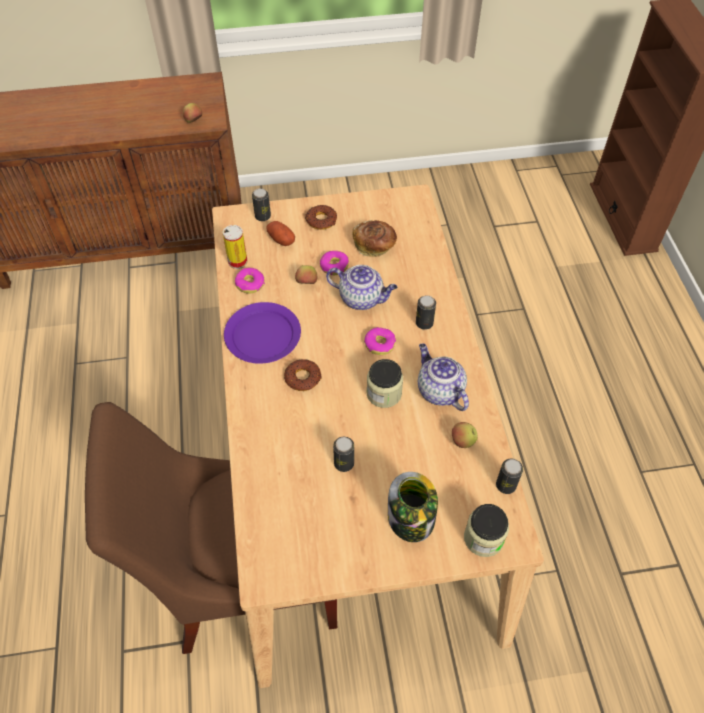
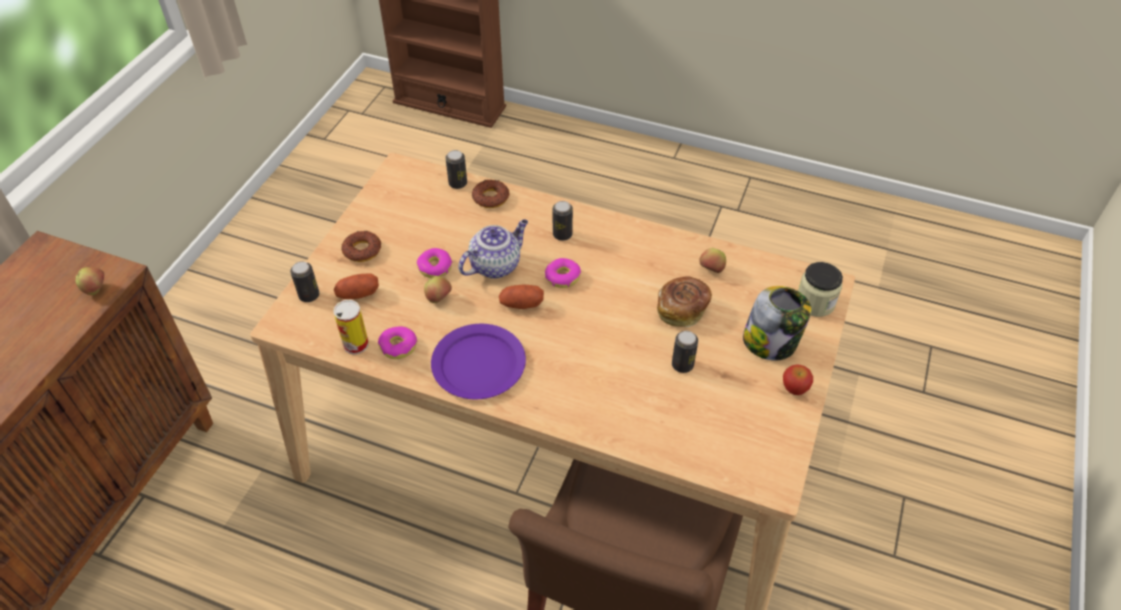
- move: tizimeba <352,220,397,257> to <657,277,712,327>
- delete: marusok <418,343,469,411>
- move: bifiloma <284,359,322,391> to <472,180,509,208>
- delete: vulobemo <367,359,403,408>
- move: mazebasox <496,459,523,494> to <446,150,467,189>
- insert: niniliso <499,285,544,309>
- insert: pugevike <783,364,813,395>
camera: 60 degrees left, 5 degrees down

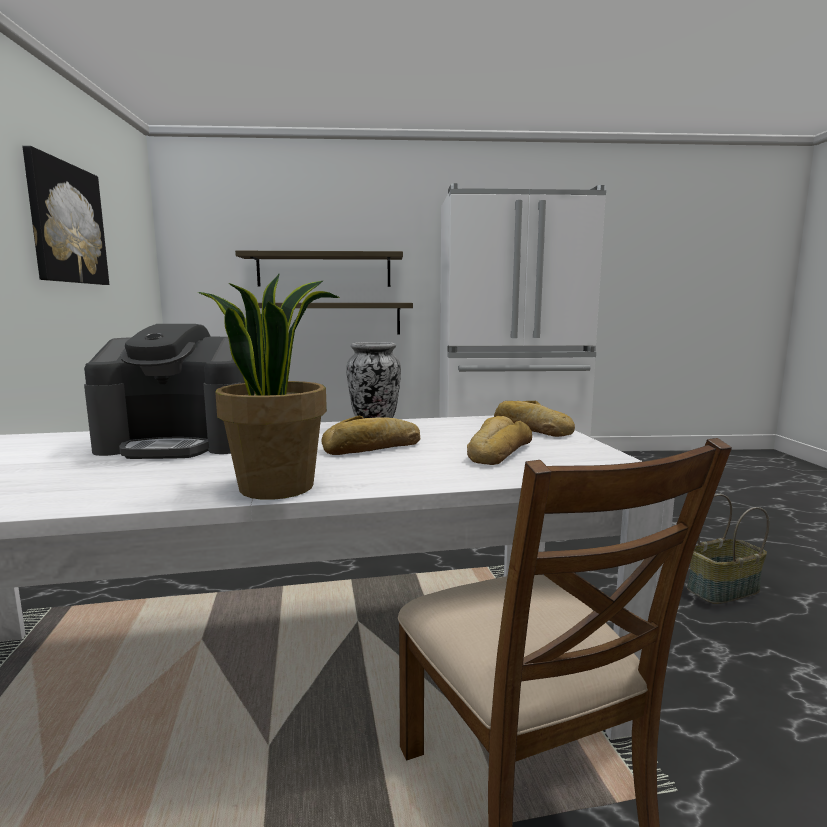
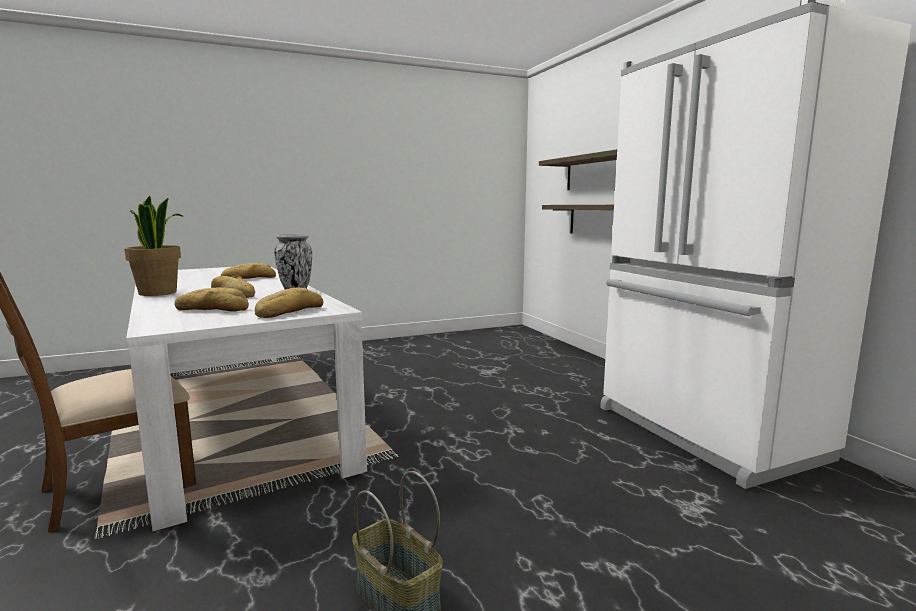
- delete: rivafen <22,146,109,285>
- replace: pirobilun <84,324,245,459> to tizimeba <221,263,276,279>
camera: 70 degrees right, 0 degrees up

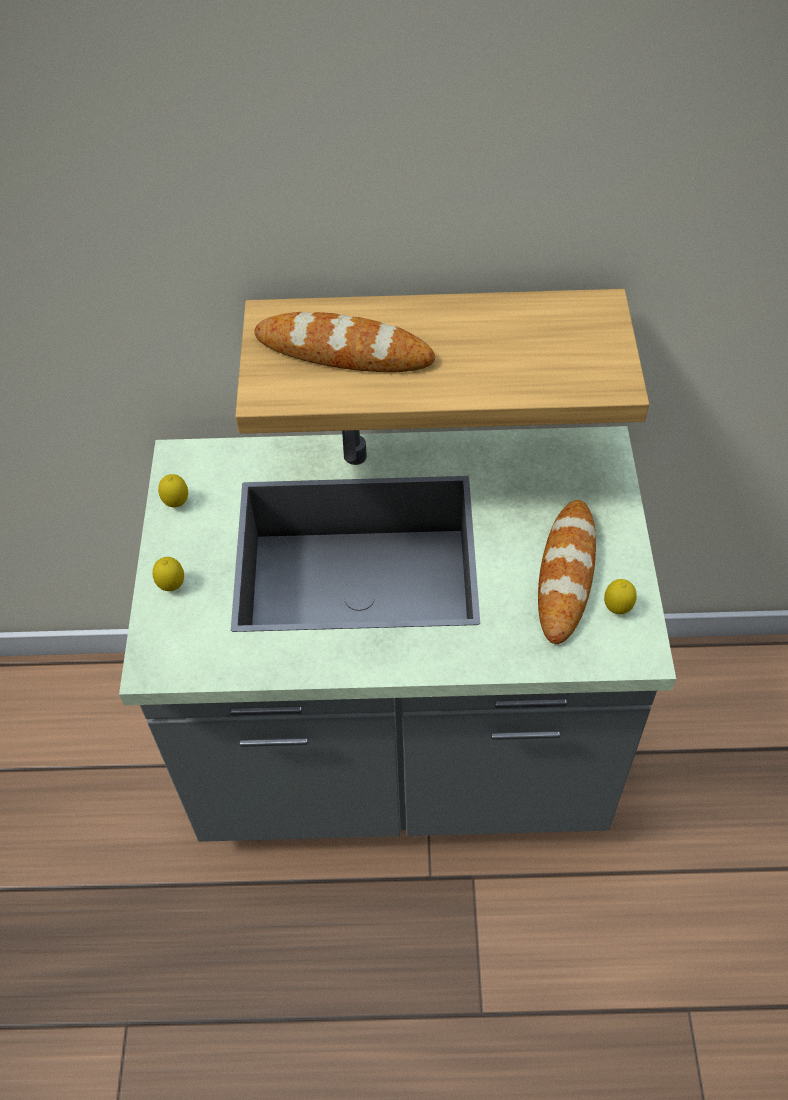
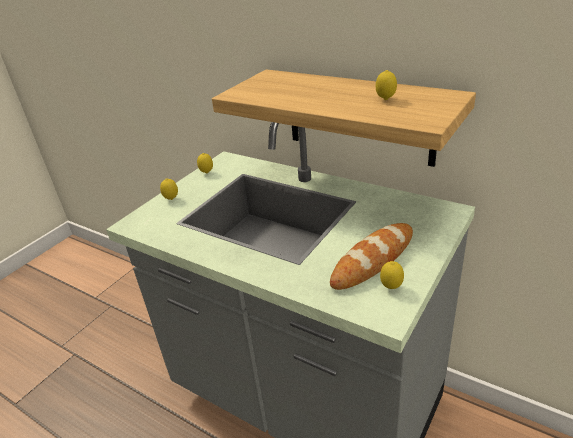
- delete: tizimeba <254,312,435,372>
- insert: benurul <376,70,397,100>
camera: 35 degrees right, 20 degrees down

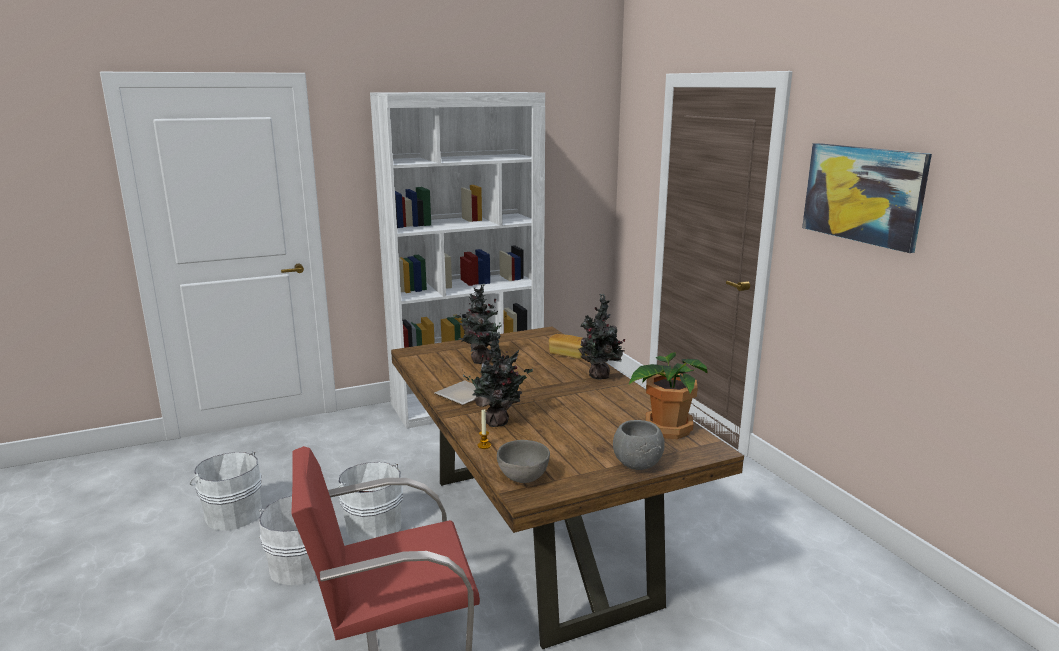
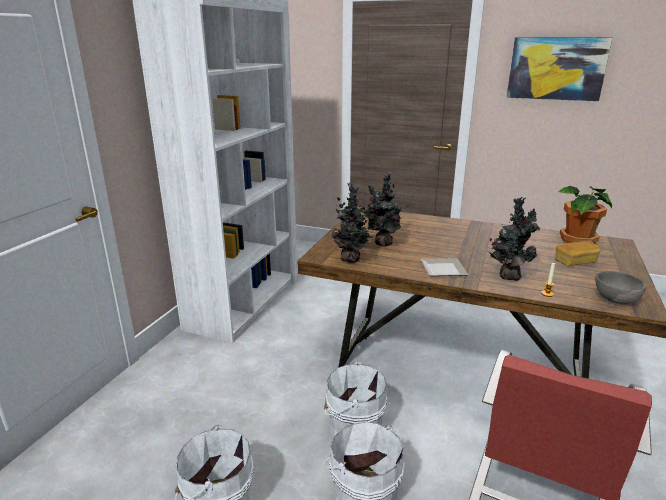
- move: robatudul <579,294,625,380> to <332,183,373,263>
- move: tizimeba <549,334,587,359> to <555,241,601,266>
- delete: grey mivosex <613,420,665,470>
camera: 45 degrees left, 5 degrees up

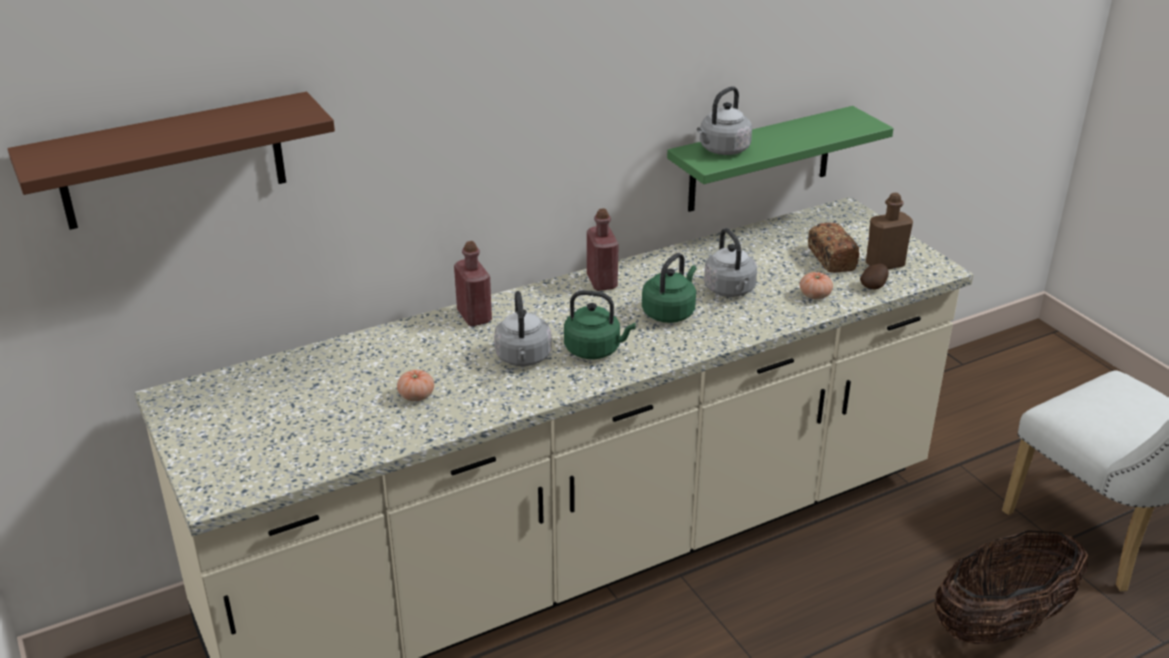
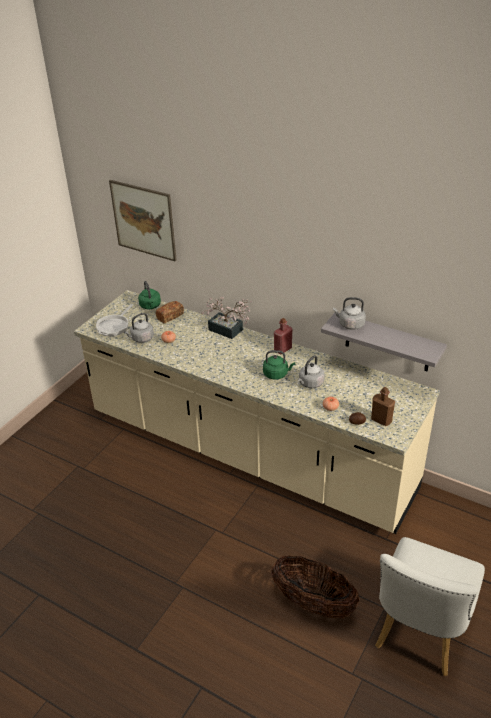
- replace: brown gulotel <8,92,335,230> to rivafen <109,180,177,262>
- recolor: green gulotel <667,106,894,212> to grey gulotel <321,313,447,371>
- move: tizimeba <808,223,860,273> to <155,301,184,323>
- replace: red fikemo <454,241,492,326> to robatudul <201,297,252,339>
- move: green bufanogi <564,290,636,359> to <138,281,161,309>
- move: grey bufanogi <494,291,552,366> to <124,313,154,343>
- insert: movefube <96,304,133,336>
camera: 60 degrees right, 5 degrees up

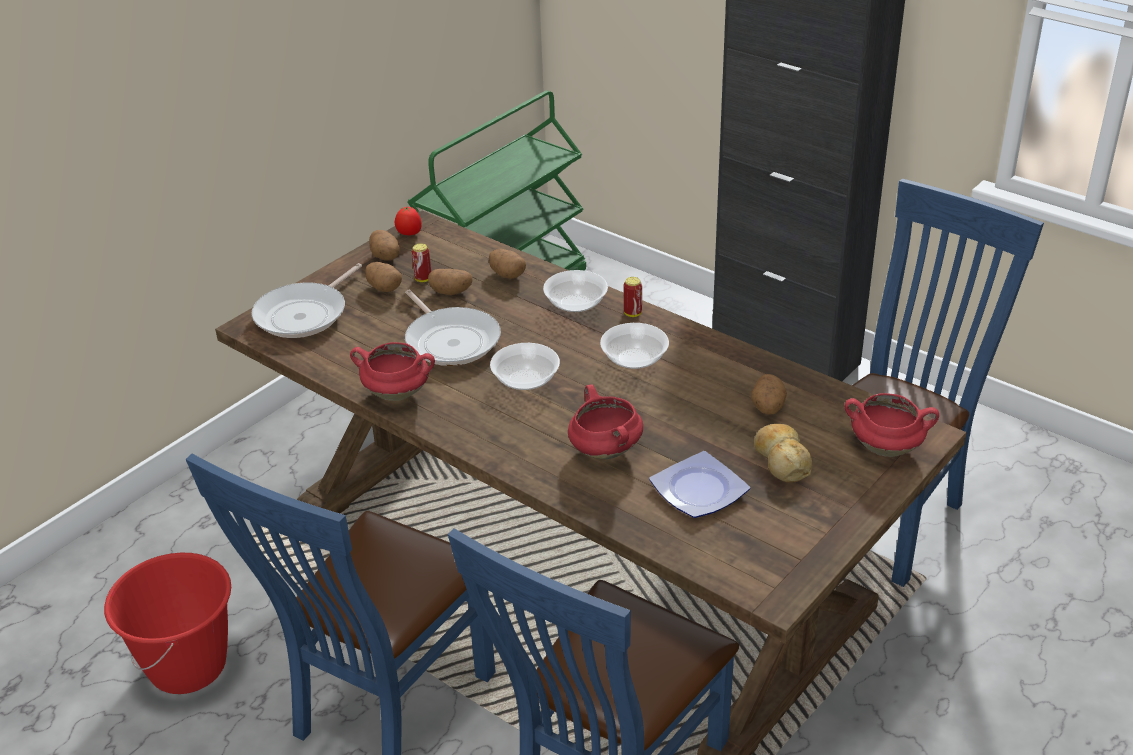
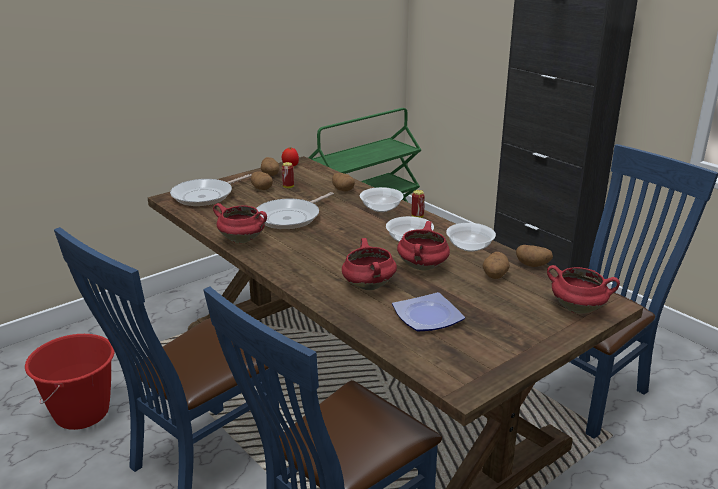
- move: niniliso <428,269,472,295> to <516,245,553,267>
- rotate: movefube <405,290,501,366> = <256,192,334,229> 60 degrees clockwise
- move: mivosex <490,343,560,390> to <446,223,496,252>
- delete: tizimeba <754,424,812,483>
- insert: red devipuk <397,221,450,271>
camera: 10 degrees right, 10 degrees down

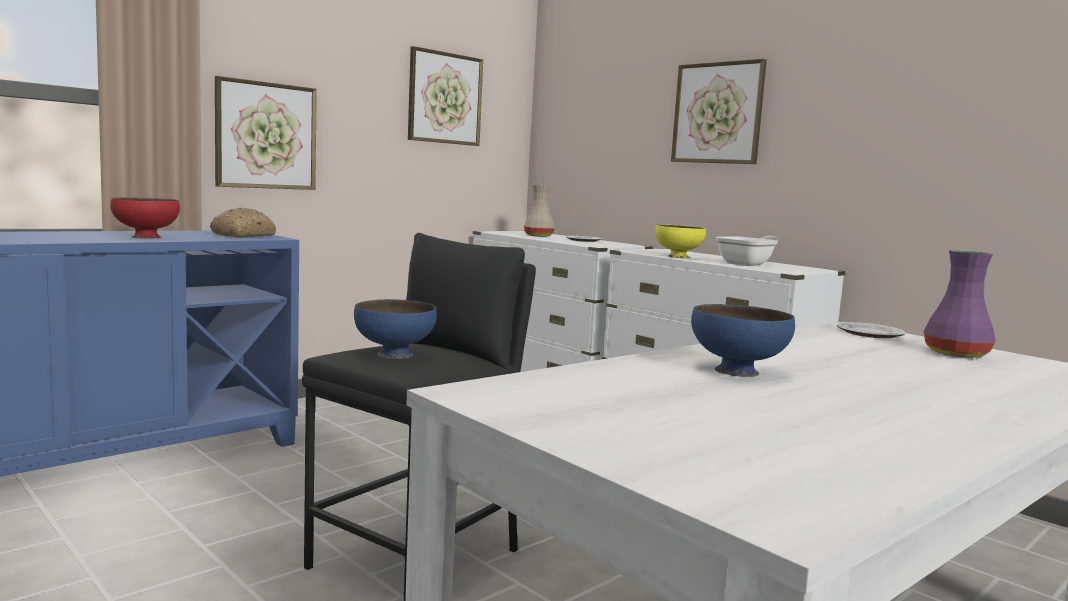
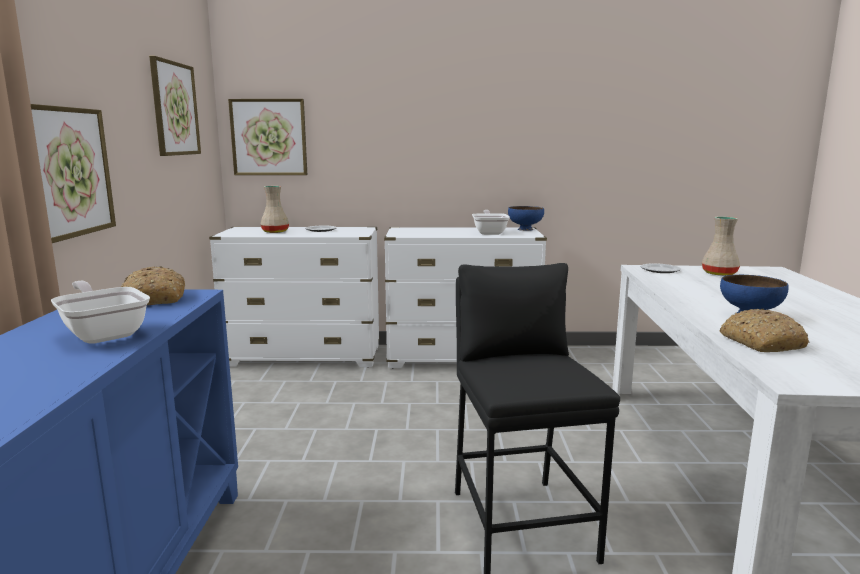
- move: rivafen <671,59,767,164> to <228,99,307,175>
- replace: red mivosex <111,197,180,239> to movefube <51,280,150,344>
- delete: yellow mivosex <655,224,706,258>
- recolor: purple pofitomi <924,250,995,358> to beige pofitomi <702,216,740,276>
- move: blue mivosex <354,299,437,359> to <508,206,544,231>
- insert: tizimeba <720,309,809,352>
camera: 45 degrees left, 5 degrees up

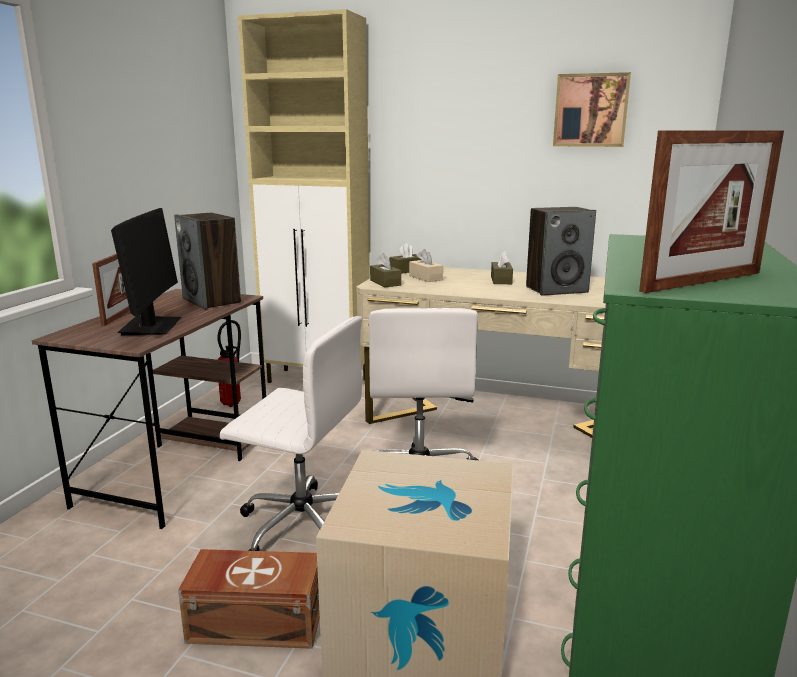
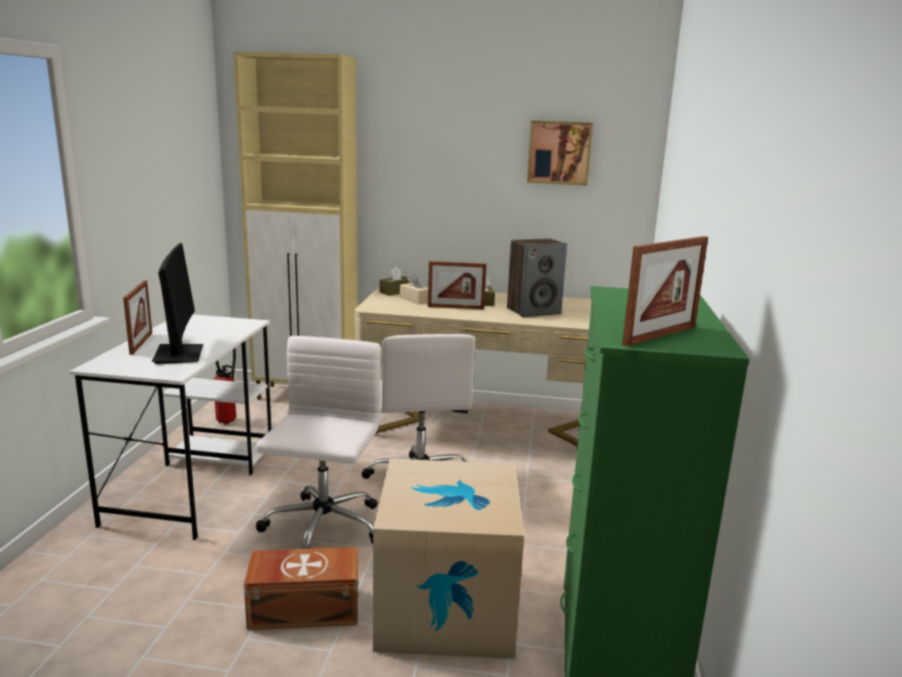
- delete: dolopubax <174,213,241,309>
- delete: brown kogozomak <370,253,401,287>
- recolor: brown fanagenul <32,289,266,529> to white fanagenul <69,314,271,540>
- rotate: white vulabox <220,316,362,551> = <256,336,381,549> 90 degrees counterclockwise
- insert: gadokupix <428,261,486,310>
camera: 10 degrees left, 0 degrees up

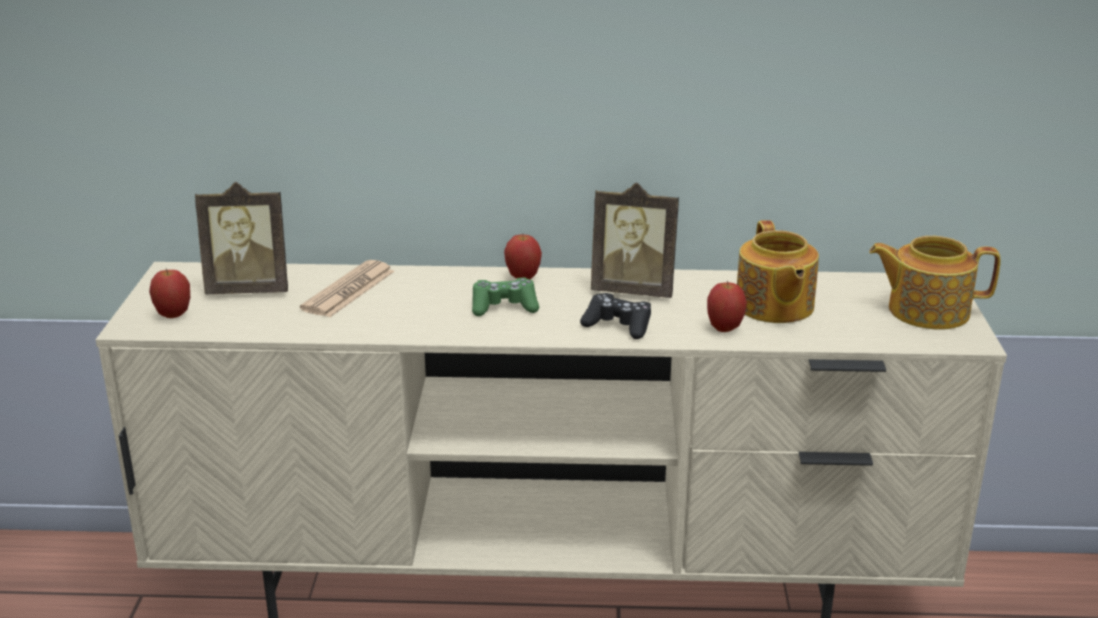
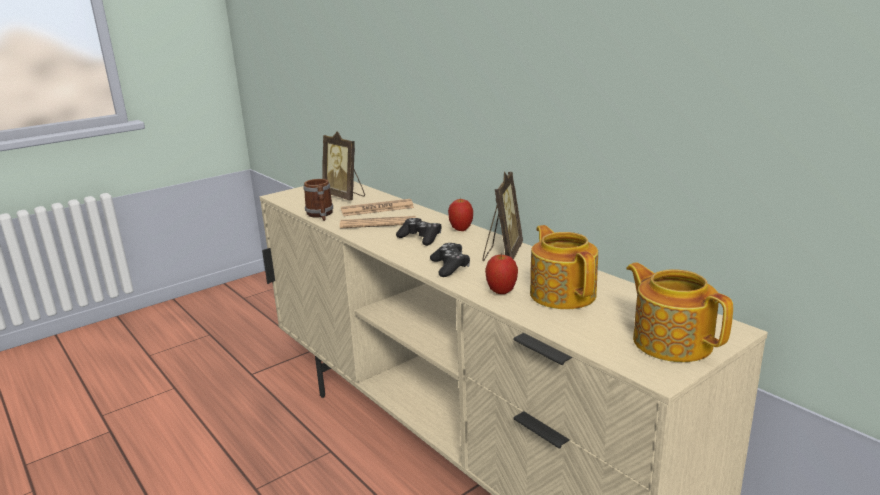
- rotate: gadokupix <591,183,679,298> = <482,171,523,261> 135 degrees counterclockwise
- rotate: marusok <737,220,819,323> = <530,225,598,309> 120 degrees clockwise
- delete: pugevike <149,269,190,318>
- recolor: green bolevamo <472,278,539,316> to black bolevamo <396,218,442,246>
- insert: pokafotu <303,179,333,221>
- insert: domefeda <340,216,416,229>
camera: 50 degrees right, 5 degrees down

